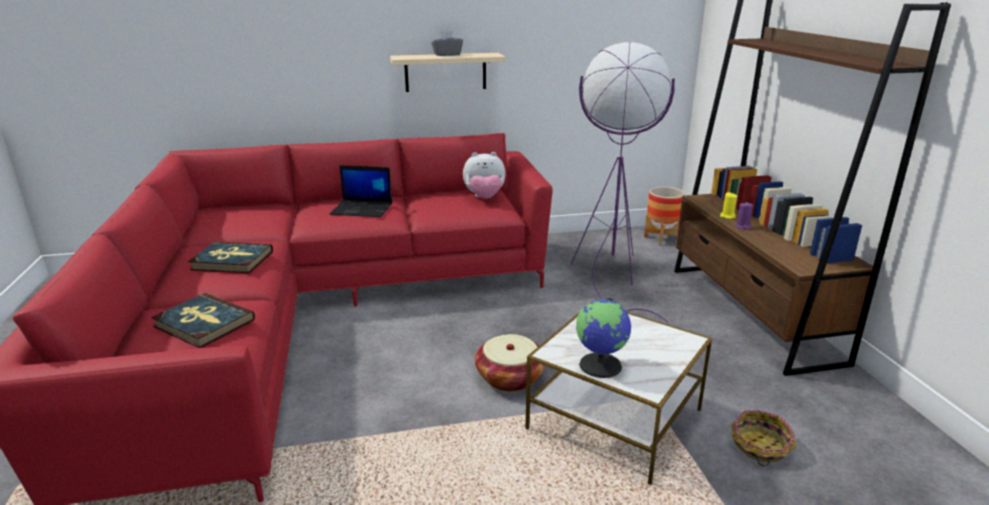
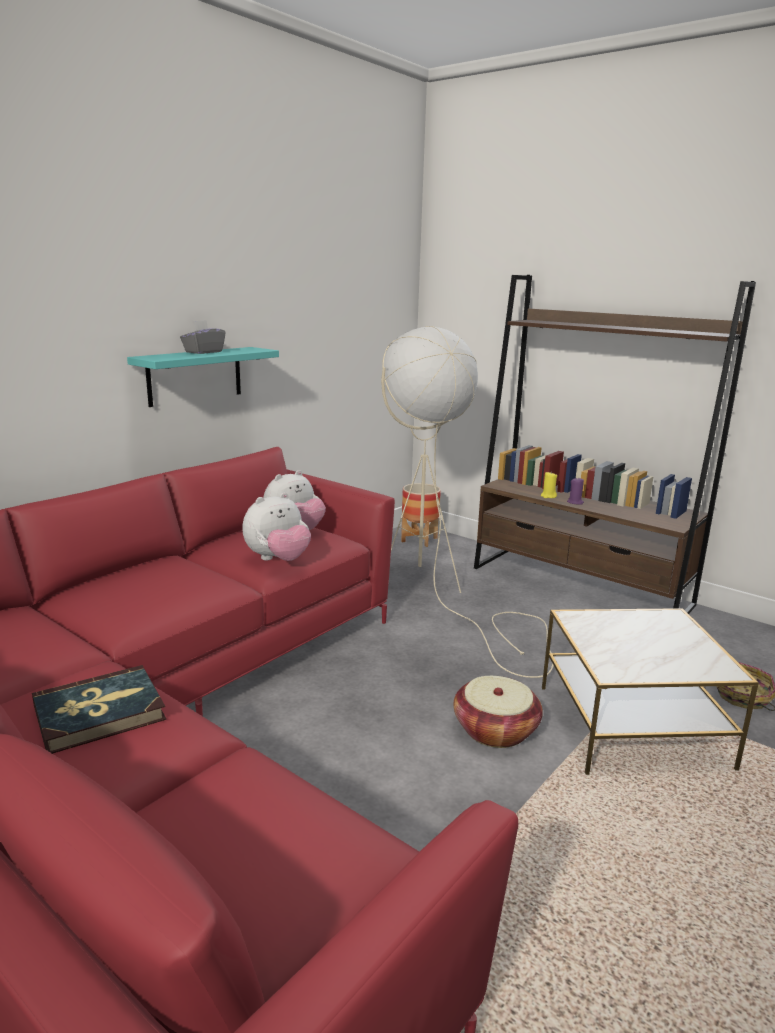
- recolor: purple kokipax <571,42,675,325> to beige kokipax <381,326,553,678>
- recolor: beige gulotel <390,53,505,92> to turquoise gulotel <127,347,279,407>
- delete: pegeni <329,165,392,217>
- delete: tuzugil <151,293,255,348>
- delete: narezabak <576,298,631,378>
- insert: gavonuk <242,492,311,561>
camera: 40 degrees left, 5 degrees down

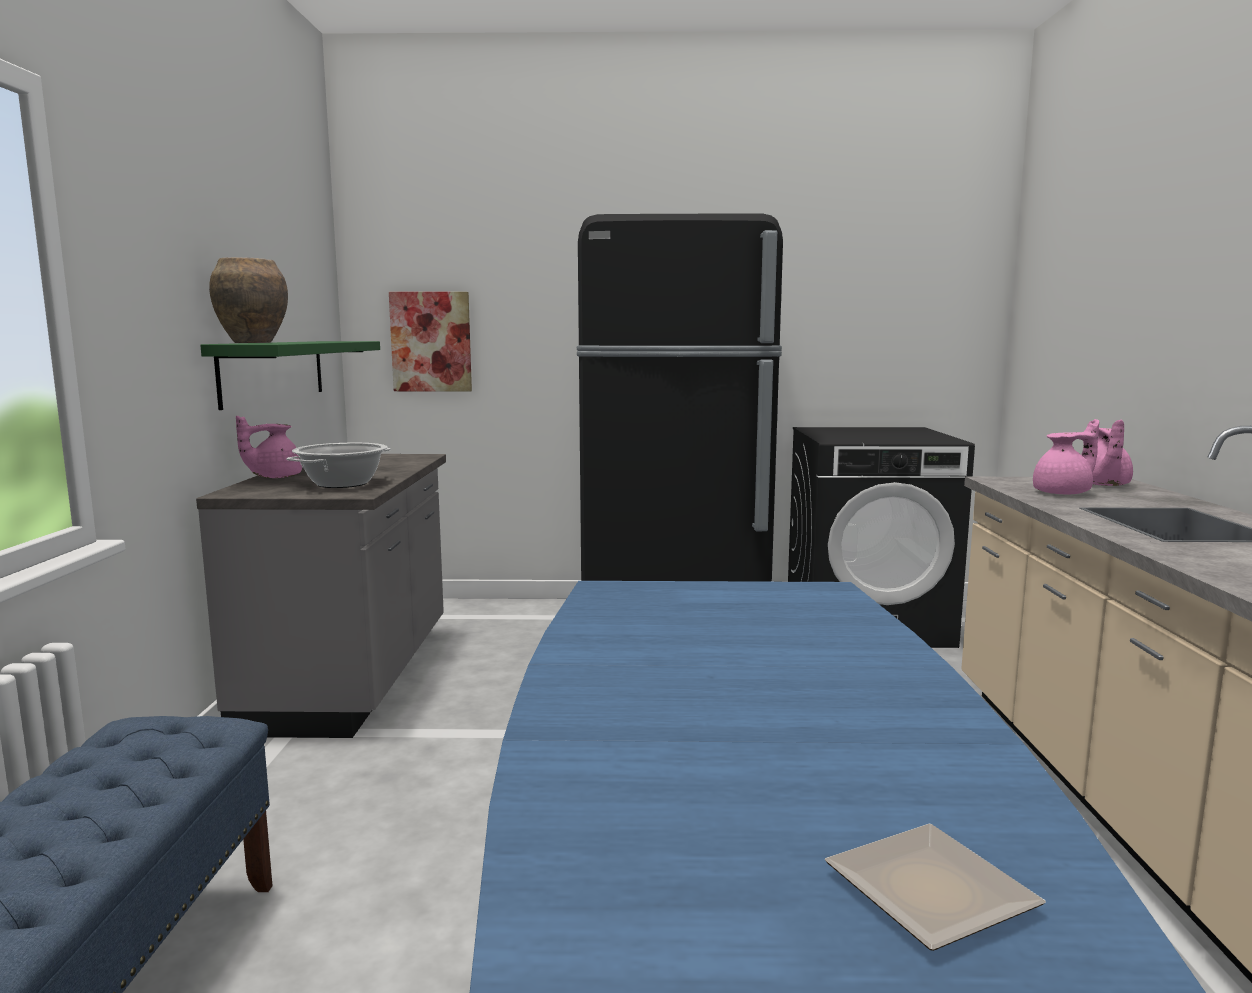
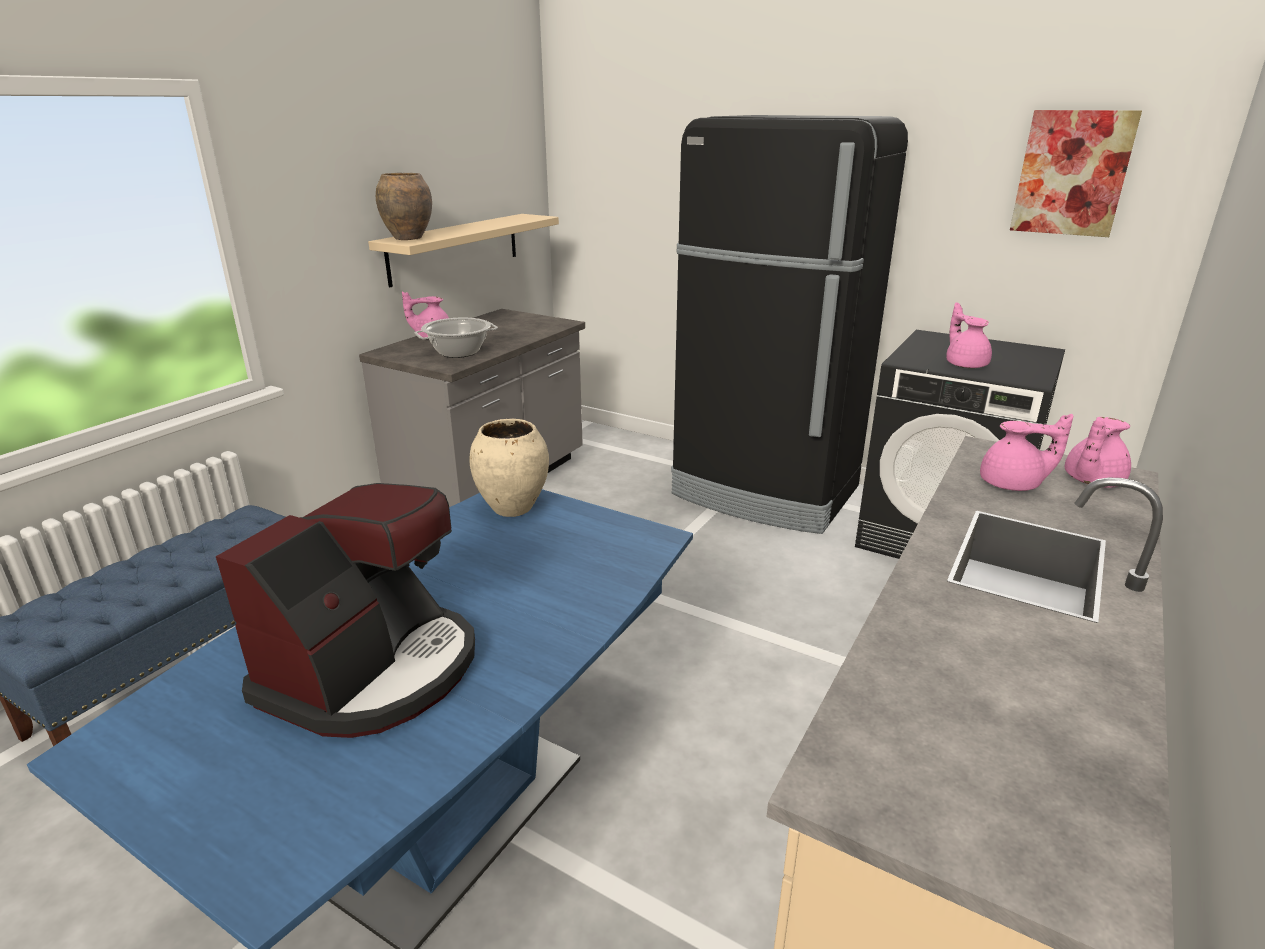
- move: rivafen <389,292,472,391> to <1010,110,1142,237>
- recolor: green gulotel <200,341,380,410> to beige gulotel <368,214,559,287>
- delete: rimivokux <825,824,1046,951>
- insert: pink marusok <946,302,992,368>
- insert: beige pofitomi <469,419,549,517>
- insert: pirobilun <216,483,475,738>
camera: 30 degrees right, 15 degrees up

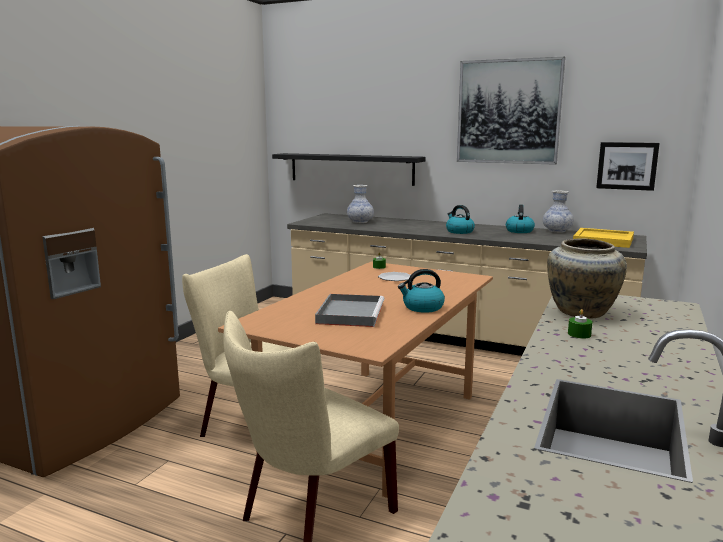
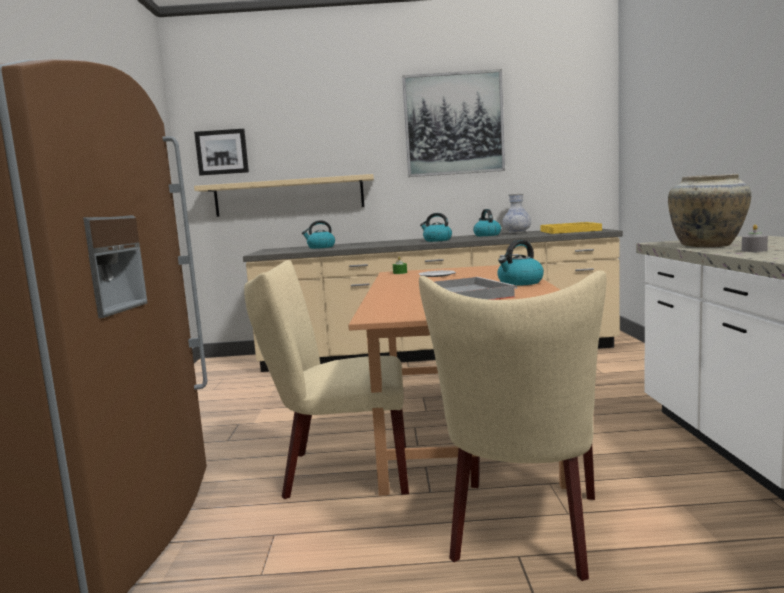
- move: rivafen <596,142,660,191> to <194,129,249,176>
- recolor: black gulotel <272,153,426,186> to beige gulotel <194,174,374,217>
- replace: pofitomi <347,185,374,223> to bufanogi <302,220,335,249>
- recolor: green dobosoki <568,309,592,338> to grey dobosoki <742,224,768,252>
camera: 25 degrees left, 5 degrees down

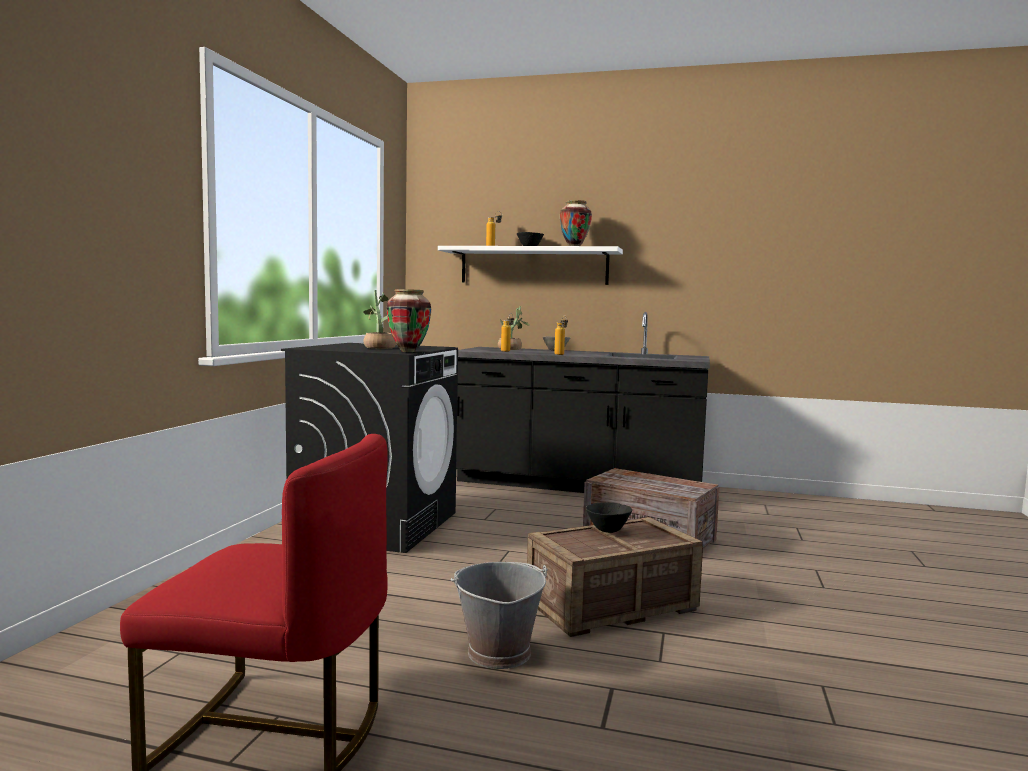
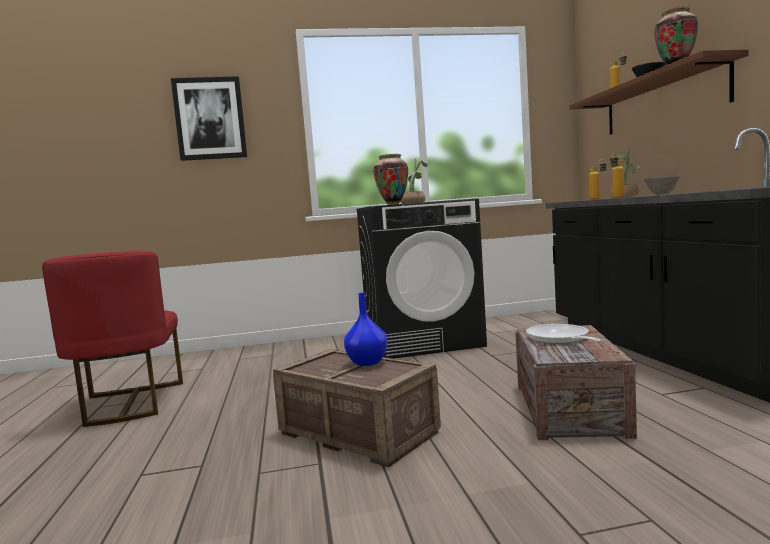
- recolor: white gulotel <438,246,623,285> to brown gulotel <569,49,749,135>
- replace: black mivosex <586,502,632,533> to blue pofitomi <344,293,387,366>
- delete: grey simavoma <450,562,548,669>
- insert: rivafen <171,76,247,161>
- insert: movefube <526,324,603,344>
camera: 65 degrees right, 0 degrees up

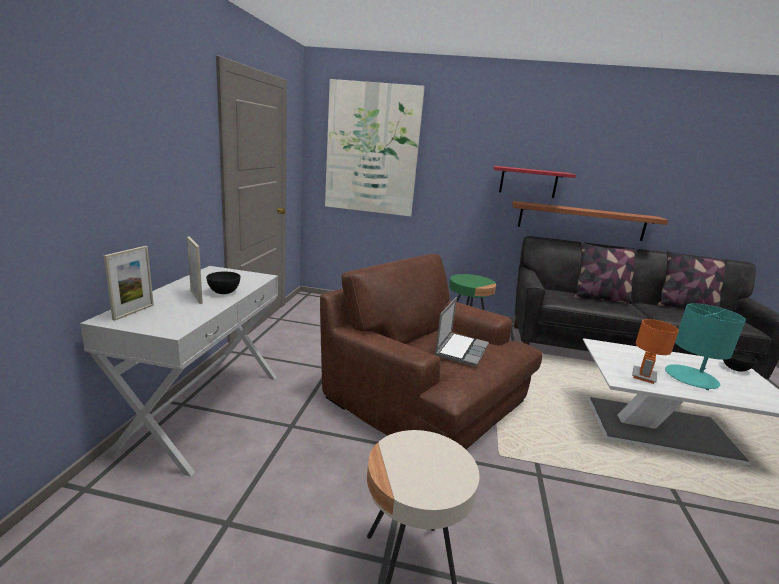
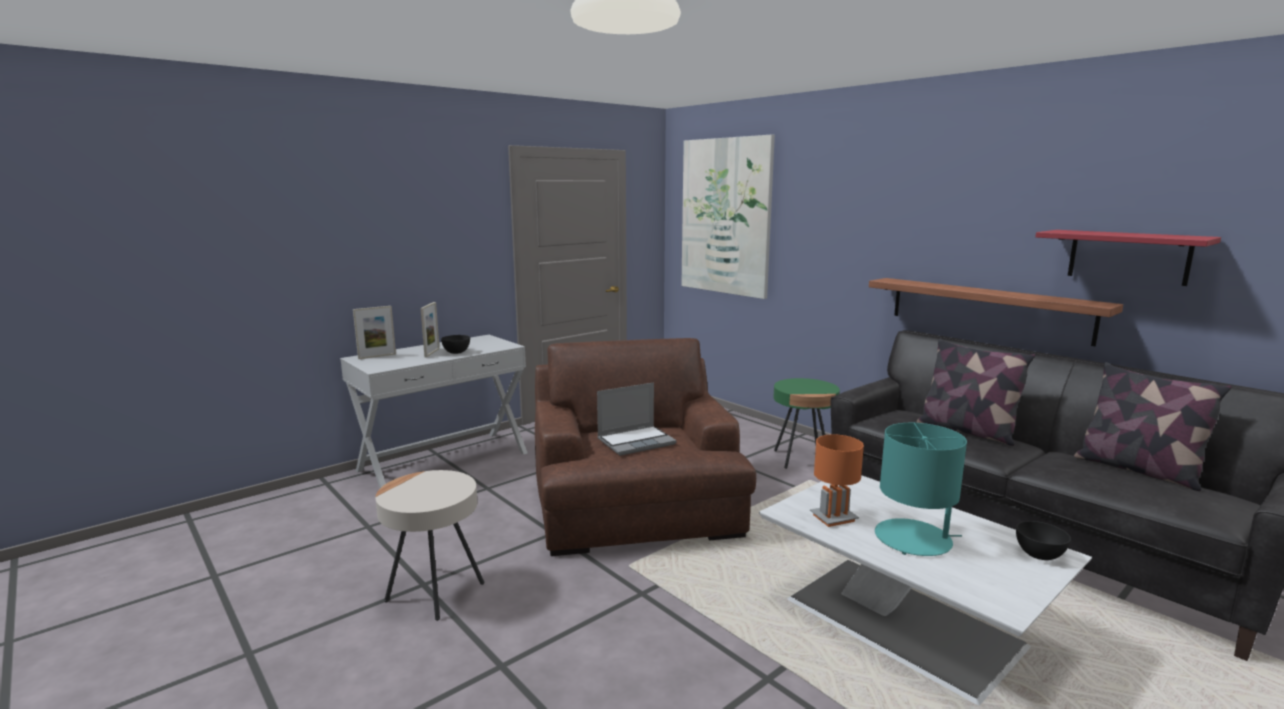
- move: red gulotel <493,166,576,198> to <1036,230,1221,286>
camera: 40 degrees right, 5 degrees down

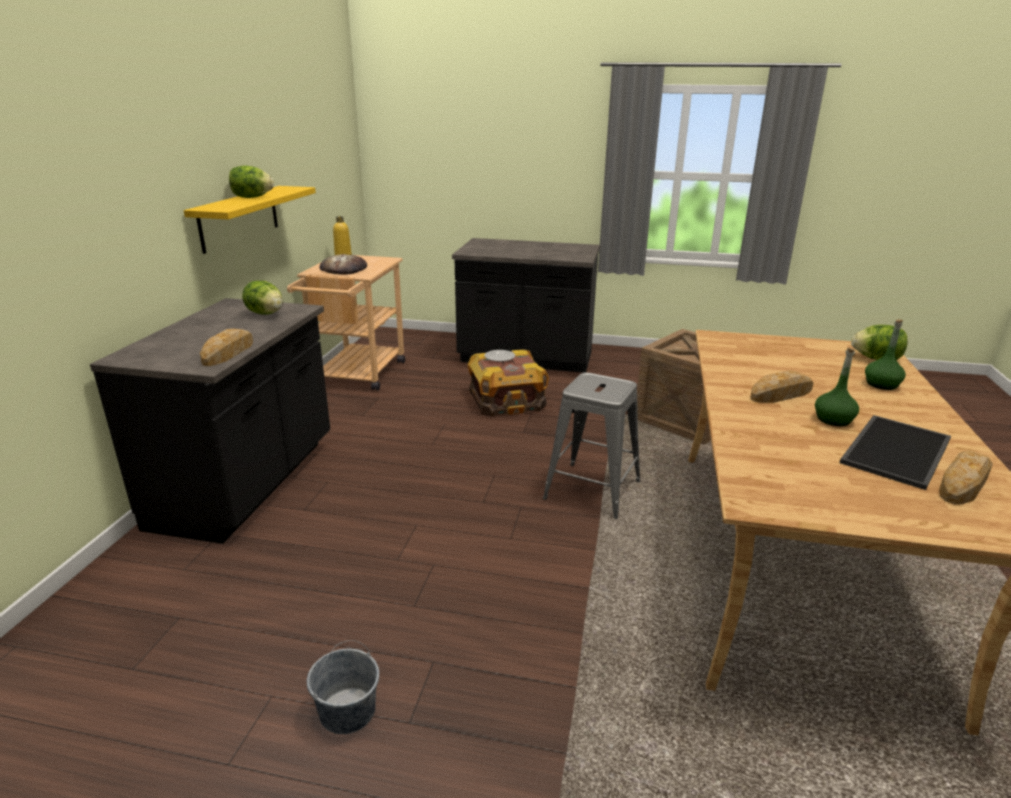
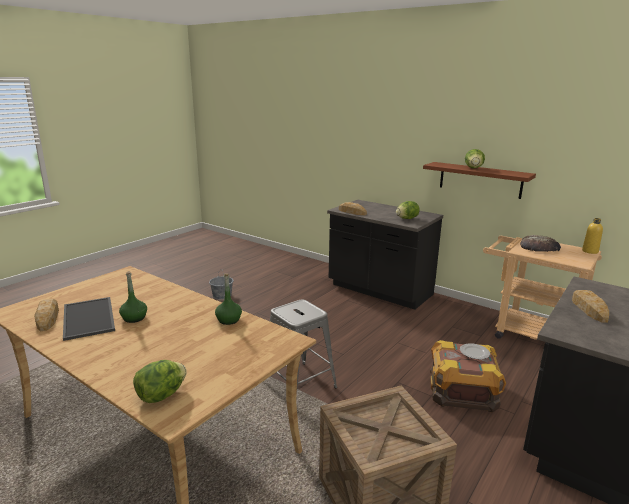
- recolor: yellow gulotel <184,186,316,254> to brown gulotel <423,162,536,199>
- move: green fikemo <865,319,906,390> to <215,273,242,325>
- move: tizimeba <751,370,813,403> to <572,290,609,323>
camera: 115 degrees right, 5 degrees down

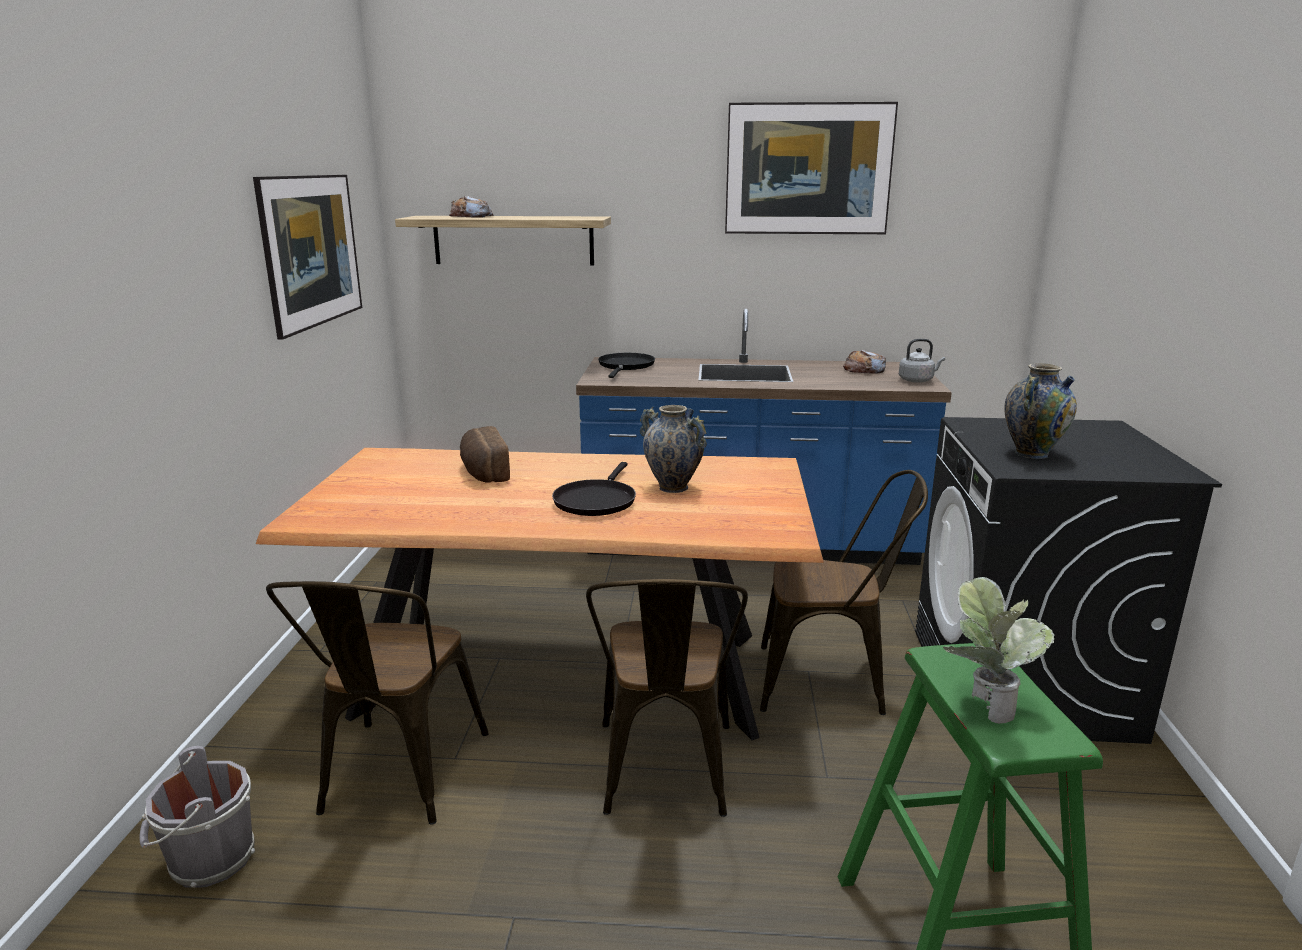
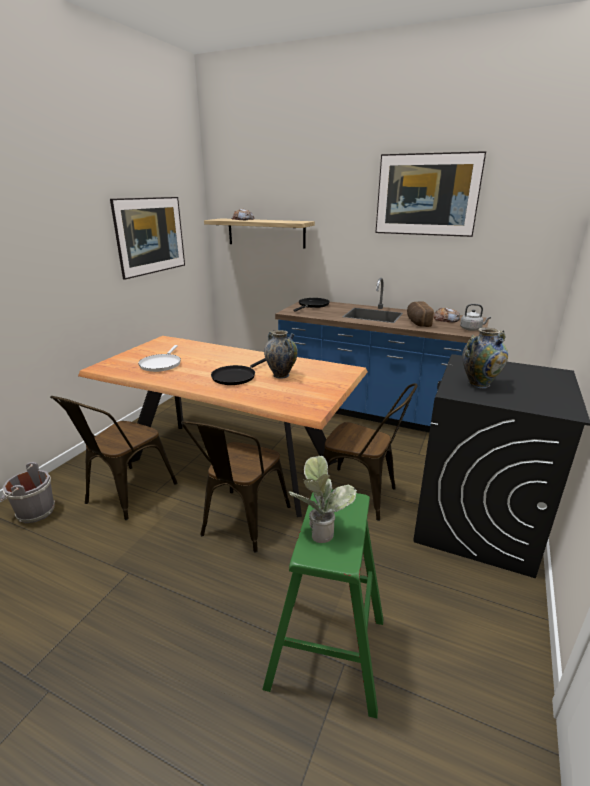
- move: tizimeba <460,426,510,483> to <407,301,434,327>
- insert: white movefube <138,345,181,372>
camera: 20 degrees right, 5 degrees up

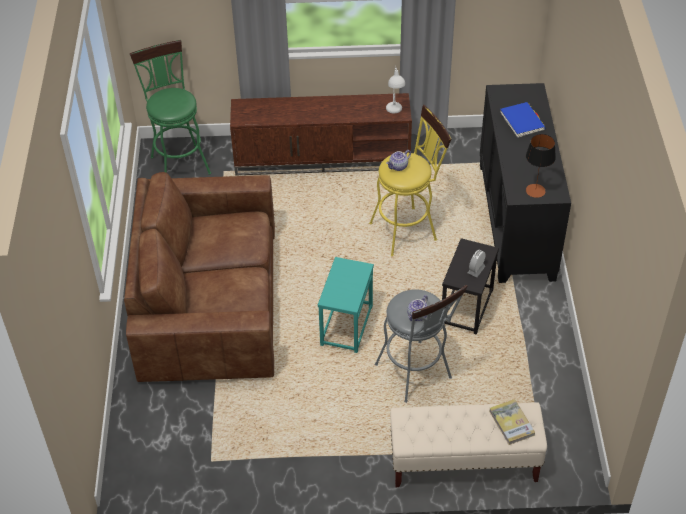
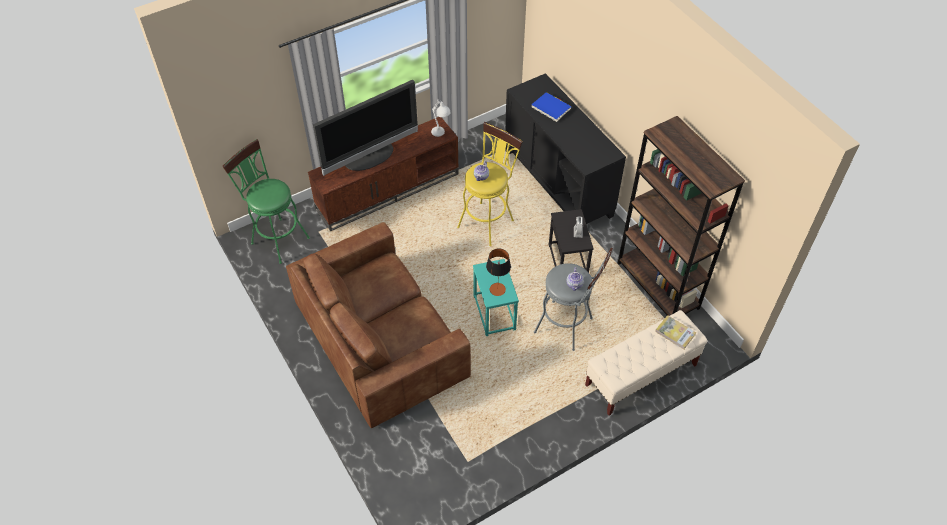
- move: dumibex <526,134,556,198> to <486,248,511,296>
- insert: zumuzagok <313,80,418,176>
- insert: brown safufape <618,116,745,316>
camera: 30 degrees left, 5 degrees up

